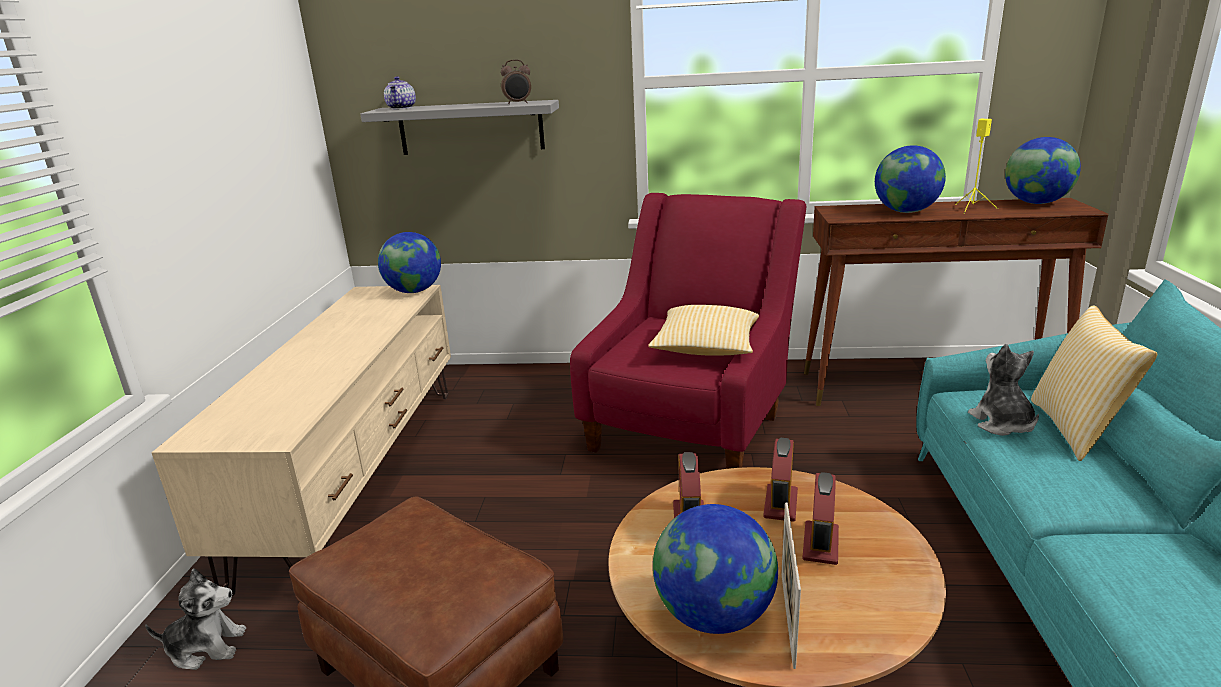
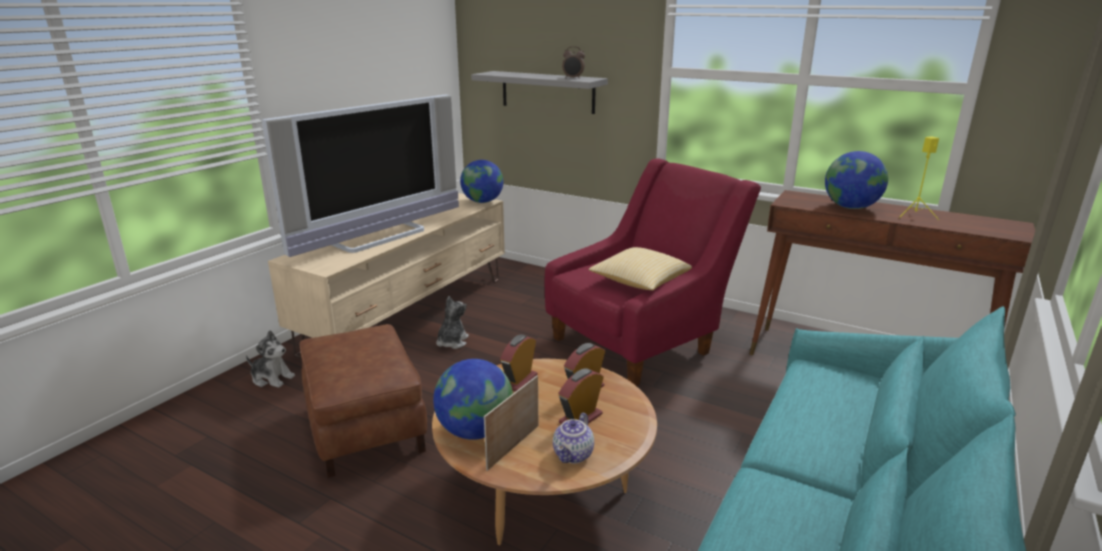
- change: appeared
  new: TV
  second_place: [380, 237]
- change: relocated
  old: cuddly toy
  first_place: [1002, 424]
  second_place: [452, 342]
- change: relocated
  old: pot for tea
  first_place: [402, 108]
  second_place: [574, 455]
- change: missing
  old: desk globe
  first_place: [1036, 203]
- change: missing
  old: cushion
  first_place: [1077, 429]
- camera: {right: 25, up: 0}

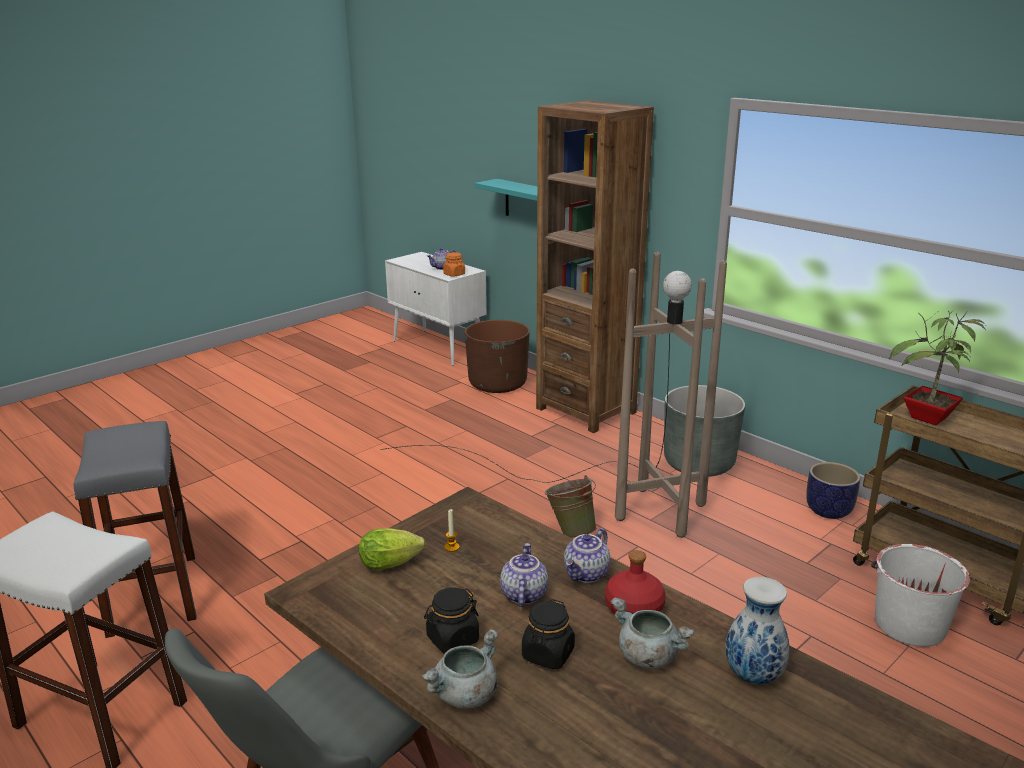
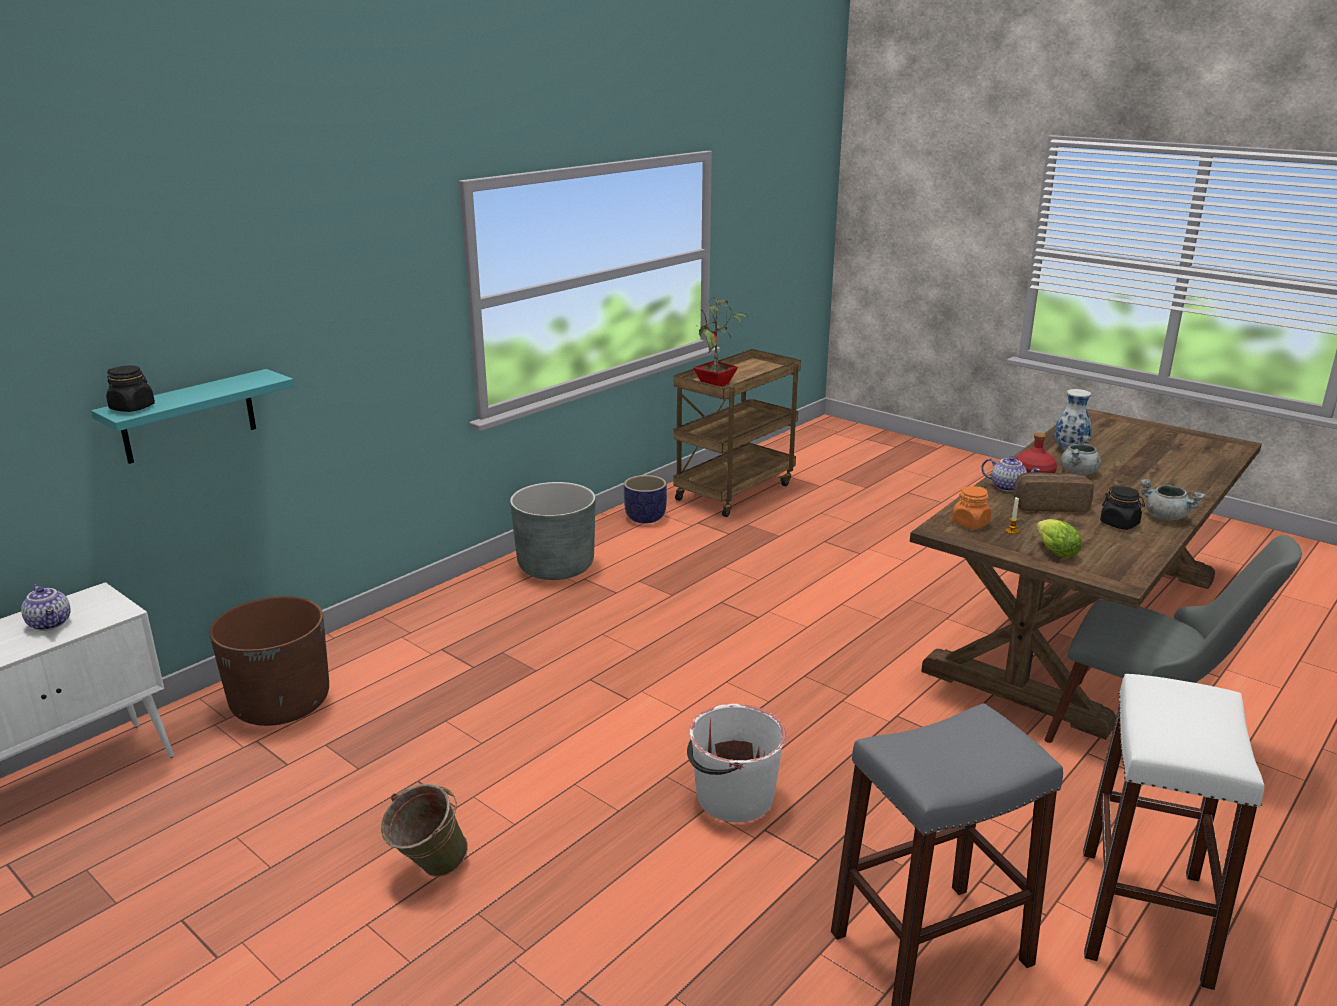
- change: relocated
  old: black jar
  first_place: [548, 654]
  second_place: [133, 408]
- change: relocated
  old: green water bucket
  first_place: [571, 532]
  second_place: [428, 870]
- change: relocated
  old: white water bucket
  first_place: [909, 624]
  second_place: [733, 797]
- change: relocated
  old: orangey jar
  first_place: [454, 274]
  second_place: [970, 524]
- change: exchanged
  old: pot for tea
  new: bakery bread
  first_place: [523, 594]
  second_place: [1049, 505]
- change: missing
  old: brown-coloured standing lamp
  first_place: [594, 489]
- change: missing
  old: brown-coloured bookcase
  first_place: [586, 410]
- camera: {right: -95, up: 0}

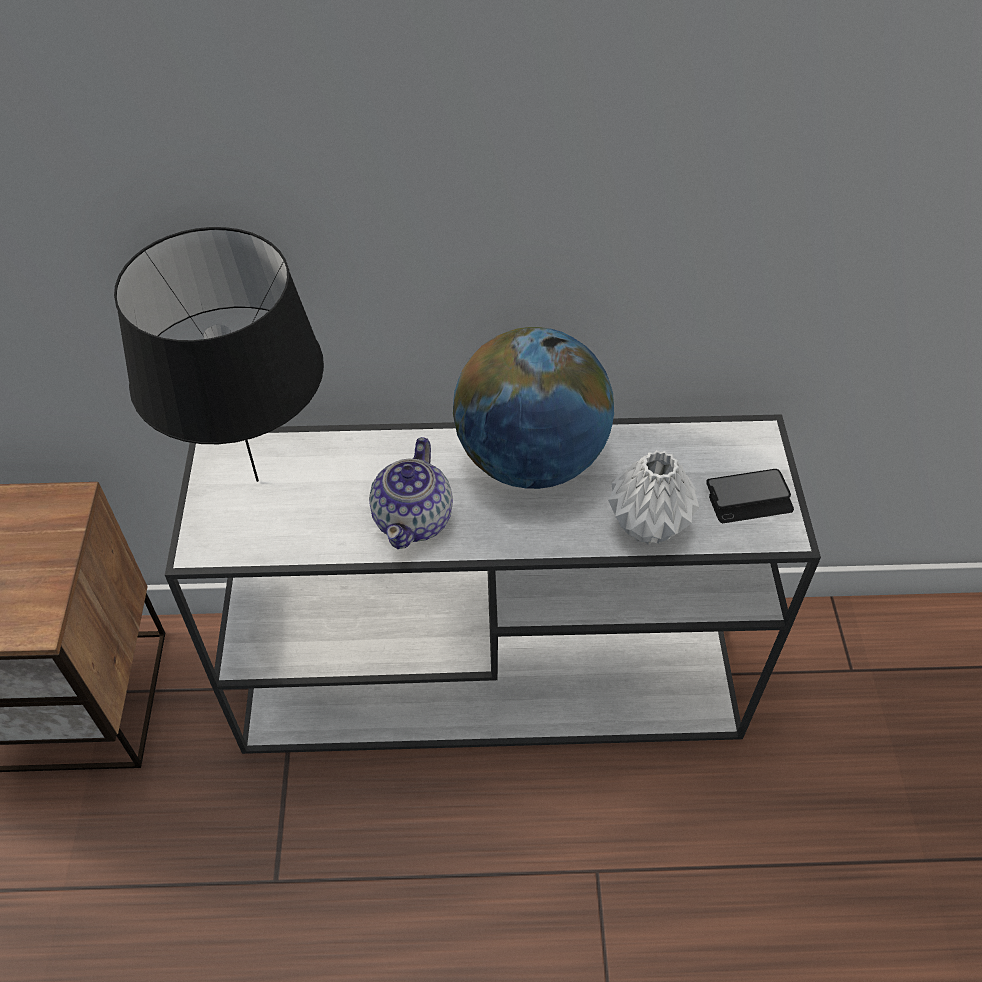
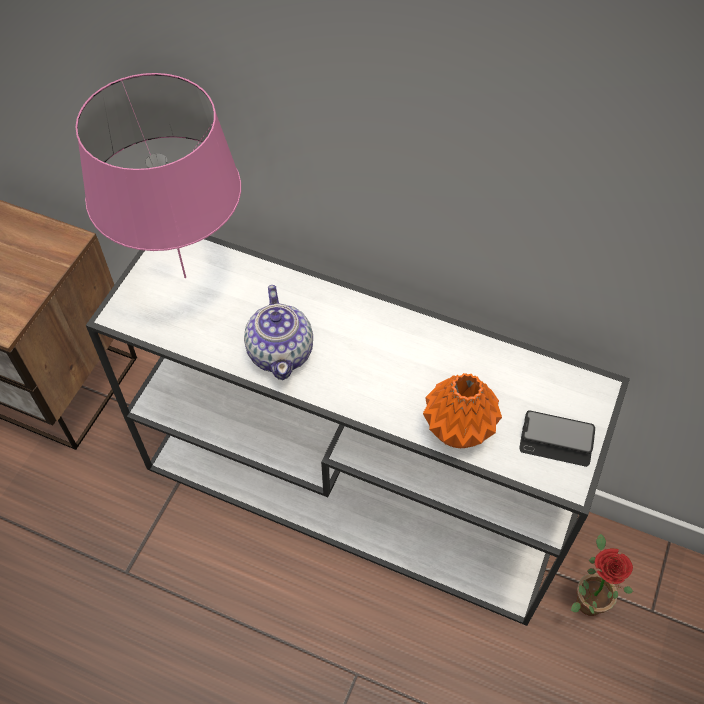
- change: colour
  old: black lamp for a table
  new: pinkish lamp for a table
  first_place: [258, 481]
  second_place: [185, 278]
- change: spun
  old: pot for tea
  first_place: [414, 519]
  second_place: [281, 352]
  degrees: -45
- change: colour
  old: white flower vase
  new: orangey flower vase
  first_place: [649, 526]
  second_place: [459, 430]
- change: appeared
  new: houseplant
  second_place: [586, 597]
- change: missing
  old: desk globe
  first_place: [531, 460]
- camera: {right: 25, up: 5}

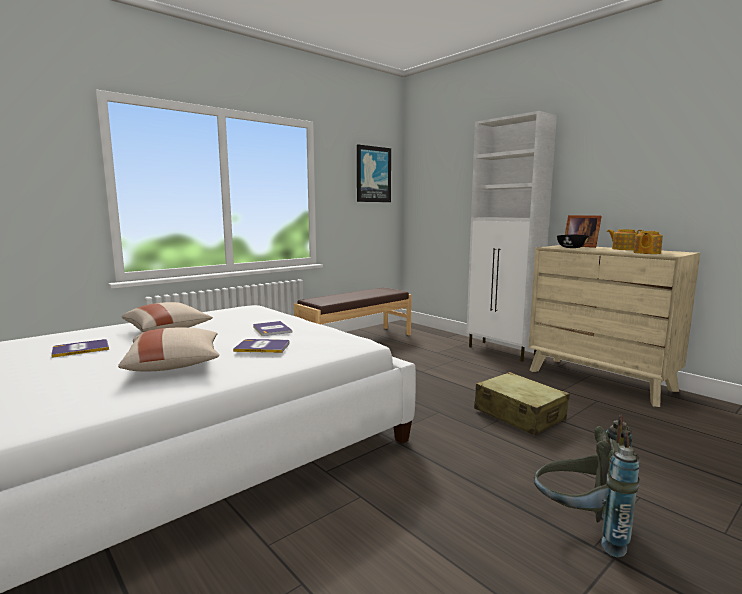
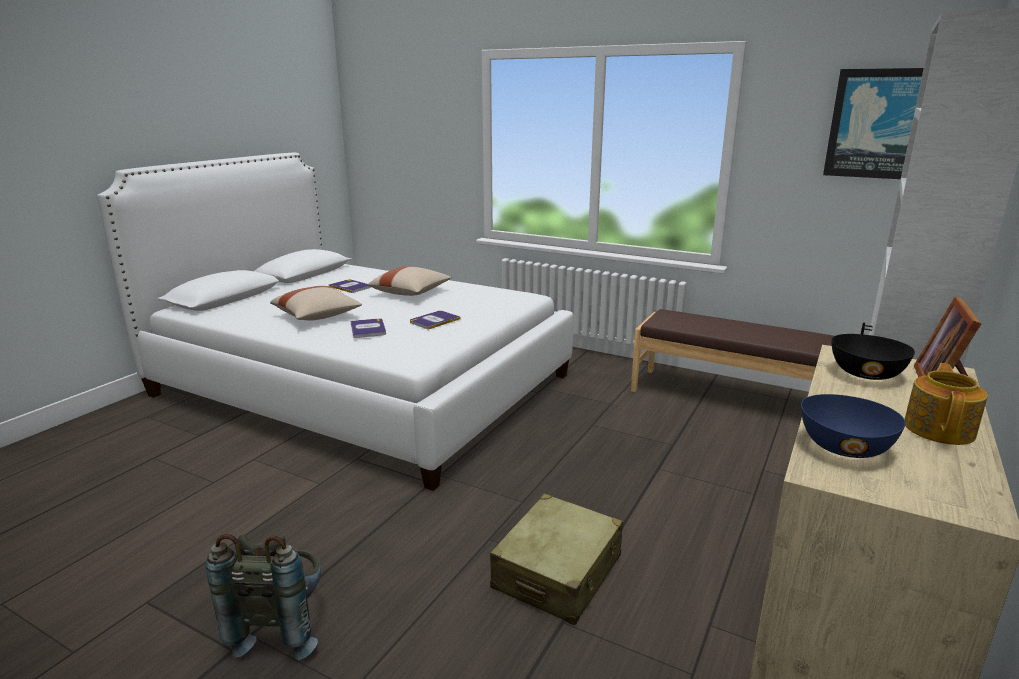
- change: exchanged
  old: pot for tea
  new: bluish bowl
  first_place: [646, 253]
  second_place: [845, 447]
- camera: {right: 70, up: 10}

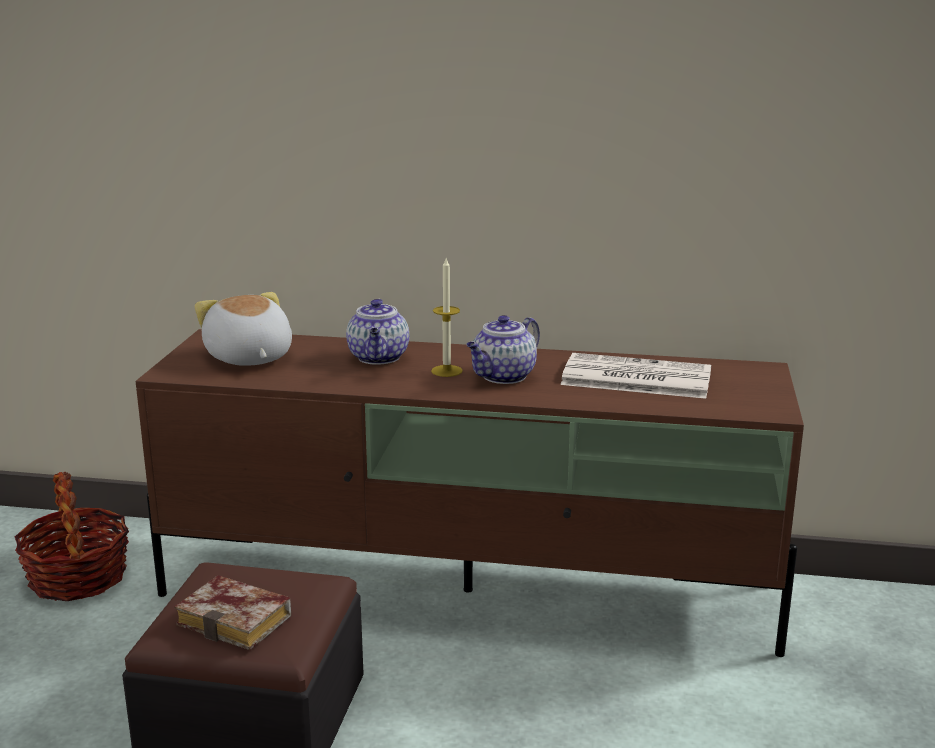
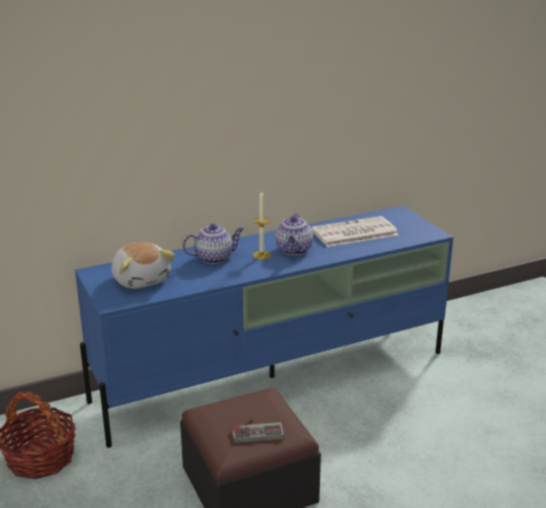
- change: colour
  old: brown-coloured media console
  new: bluish media console
  first_place: [471, 591]
  second_place: [274, 376]
- change: spun
  old: cuddly toy
  first_place: [248, 358]
  second_place: [141, 279]
  degrees: -150
- change: spun
  old: pot for tea
  first_place: [379, 358]
  second_place: [214, 258]
  degrees: -75
- change: exchanged
  old: bound book
  new: gamepad
  first_place: [239, 621]
  second_place: [257, 430]
- camera: {right: -35, up: 5}

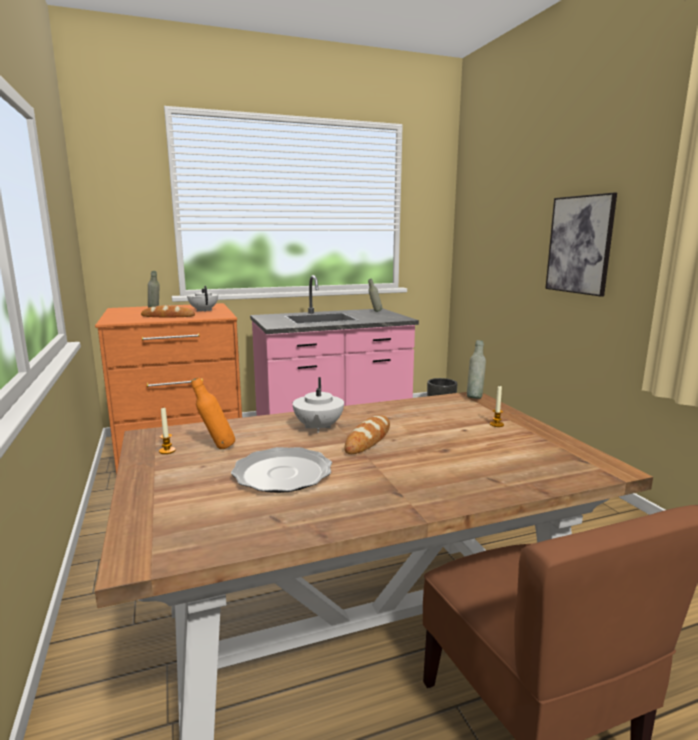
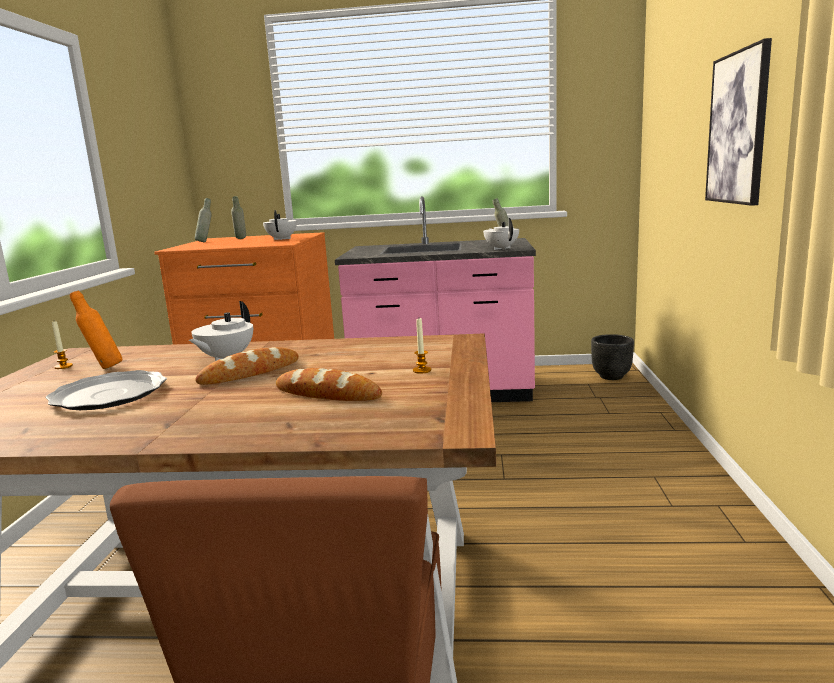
- change: relocated
  old: greyish bottle
  first_place: [474, 397]
  second_place: [206, 242]
- change: relocated
  old: bakery bread
  first_place: [168, 316]
  second_place: [327, 393]
- change: appeared
  new: white pot for tea
  second_place: [501, 248]
- camera: {right: 25, up: 0}

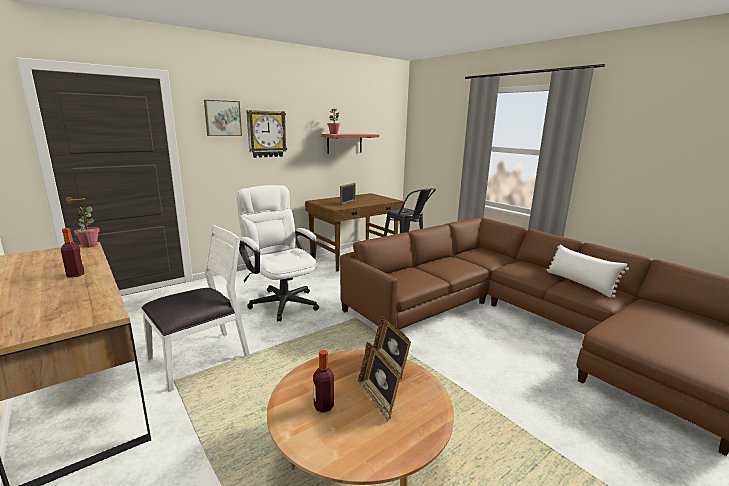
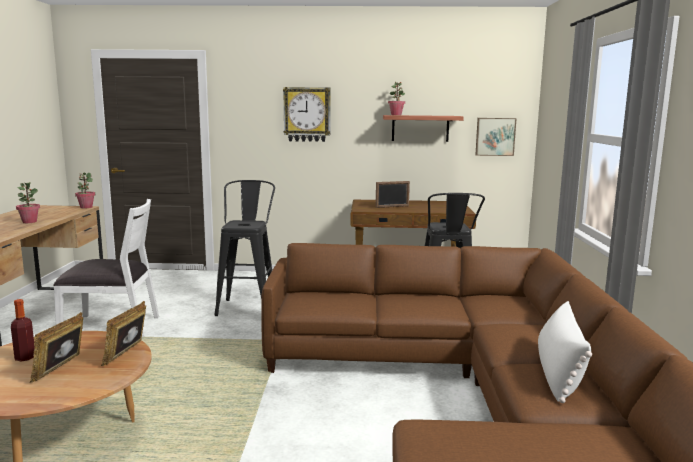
- change: exchanged
  old: bottle
  new: houseplant
  first_place: [75, 275]
  second_place: [29, 222]
- change: exchanged
  old: white desk chair
  new: black stool seat
  first_place: [281, 301]
  second_place: [248, 306]
- change: relocated
  old: wall picture
  first_place: [222, 118]
  second_place: [495, 136]
- camera: {right: 40, up: -5}

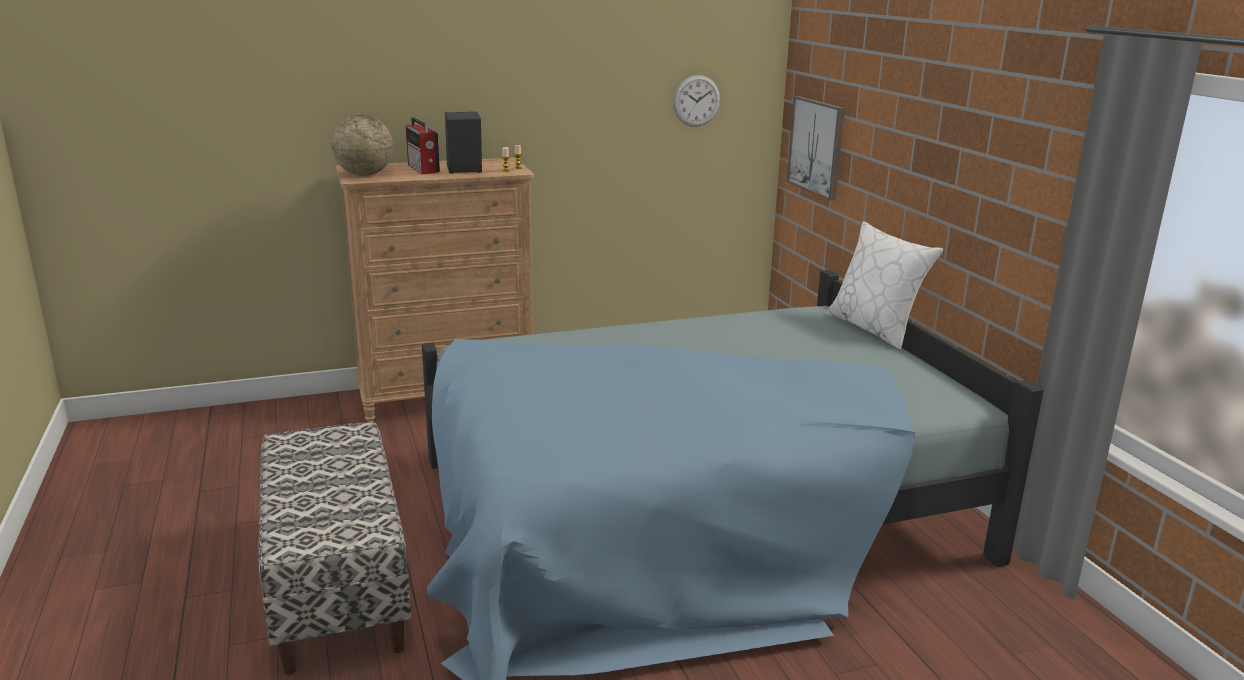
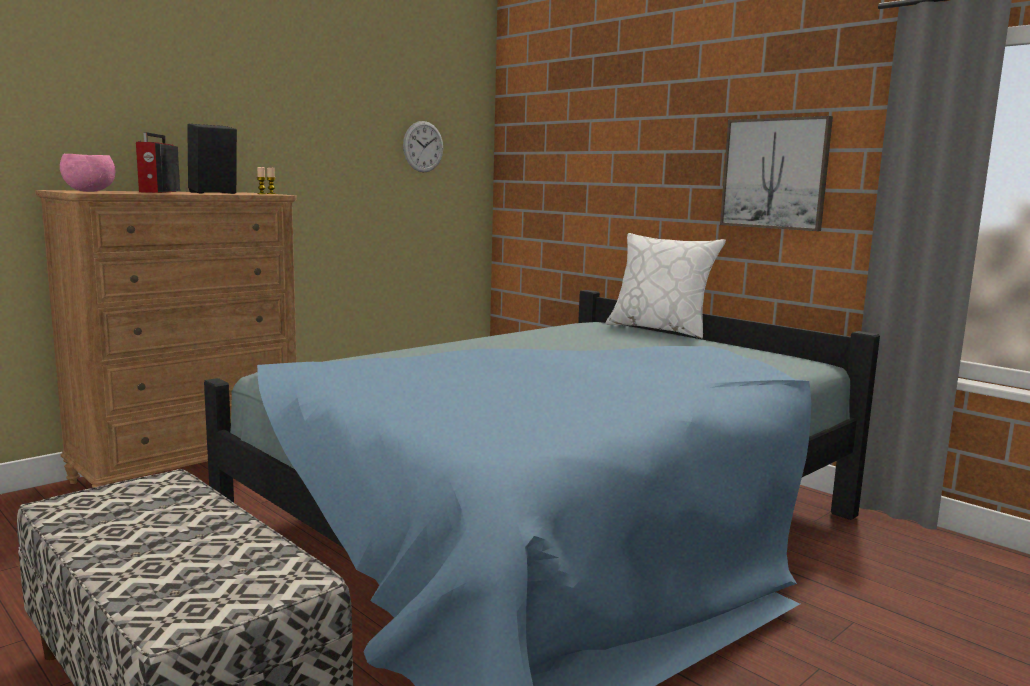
- change: exchanged
  old: desk globe
  new: pinkish bowl
  first_place: [364, 174]
  second_place: [89, 191]
- change: spun
  old: radio
  first_place: [423, 169]
  second_place: [159, 192]
  degrees: 45
- change: relocated
  old: wall picture
  first_place: [817, 146]
  second_place: [775, 173]
- camera: {right: -25, up: -10}

